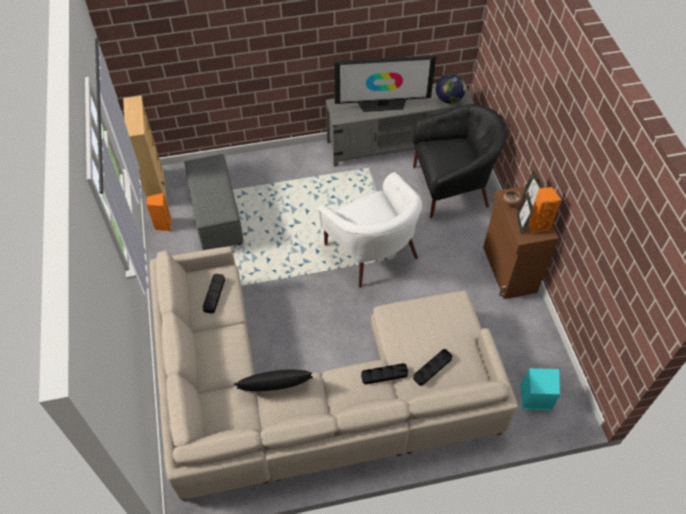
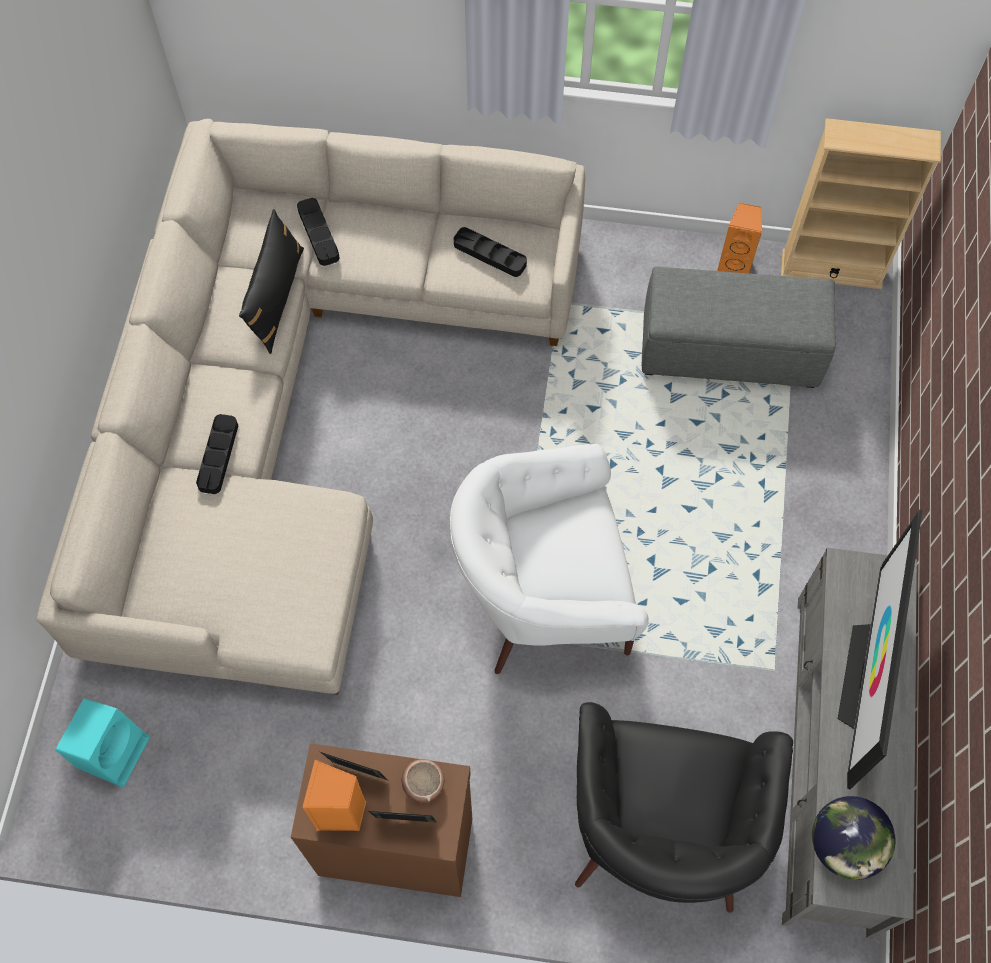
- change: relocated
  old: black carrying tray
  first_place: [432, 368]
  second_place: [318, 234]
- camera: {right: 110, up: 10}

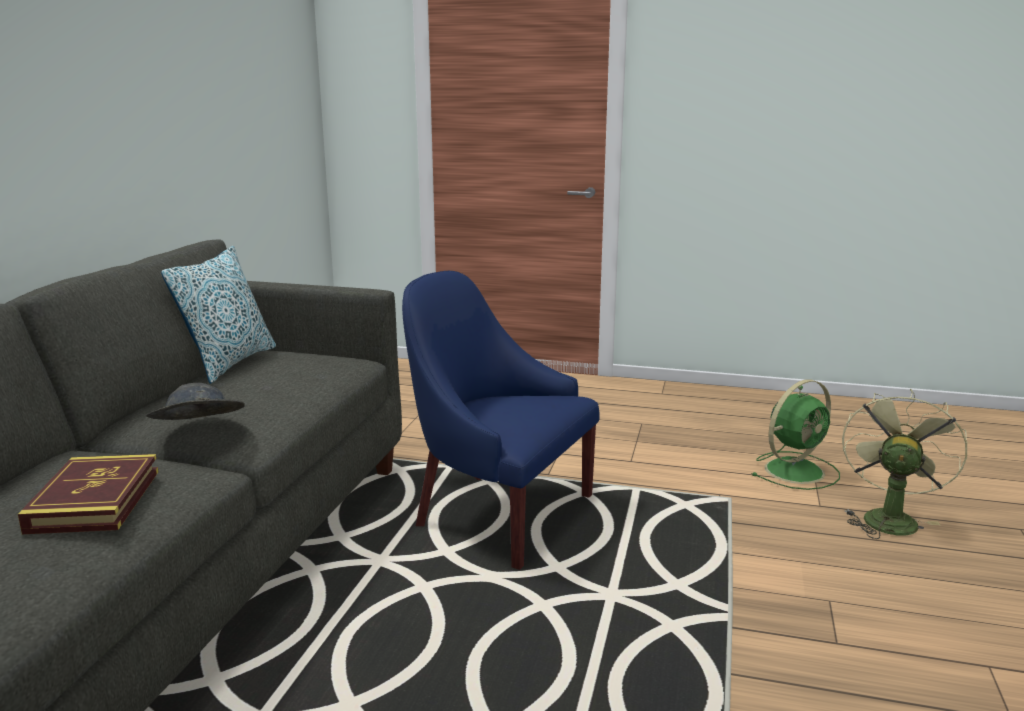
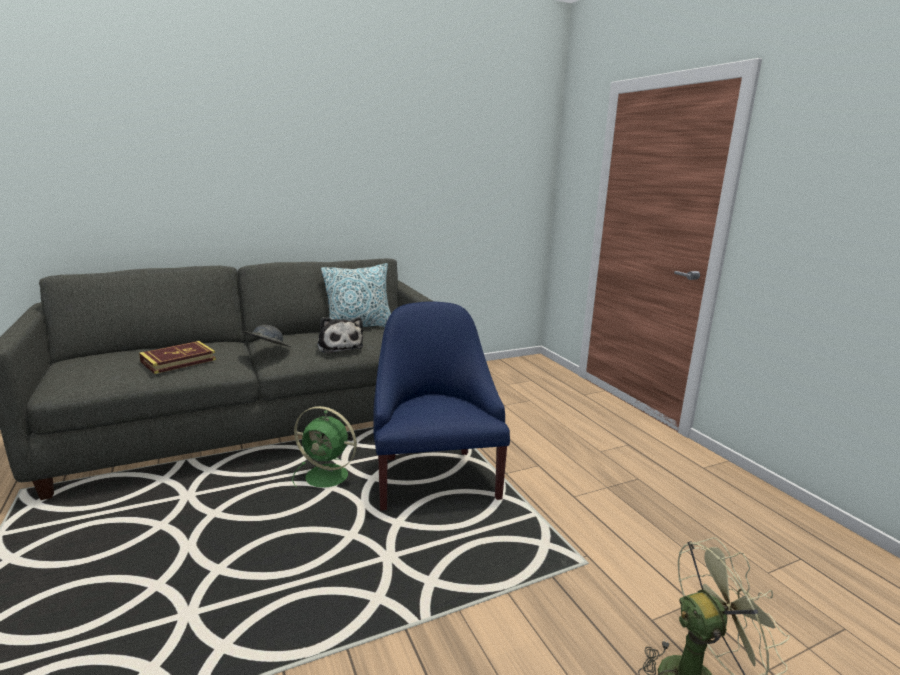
- change: relocated
  old: green cooling fan
  first_place: [796, 470]
  second_place: [329, 477]
- change: appeared
  new: cuddly toy
  second_place: [339, 346]
- camera: {right: 50, up: 0}

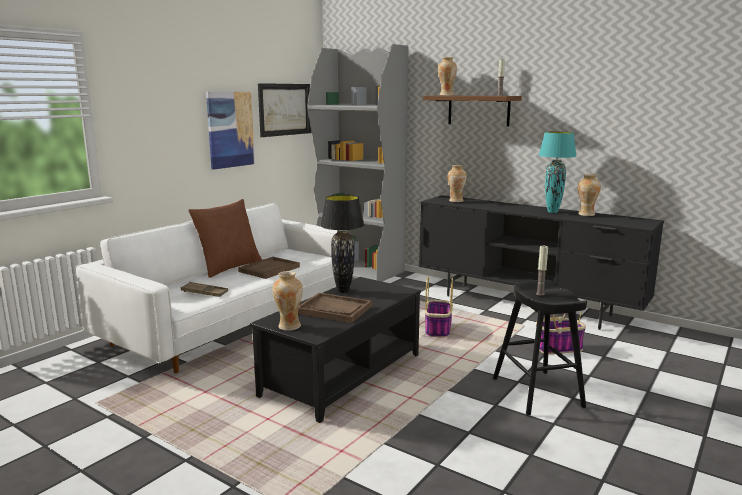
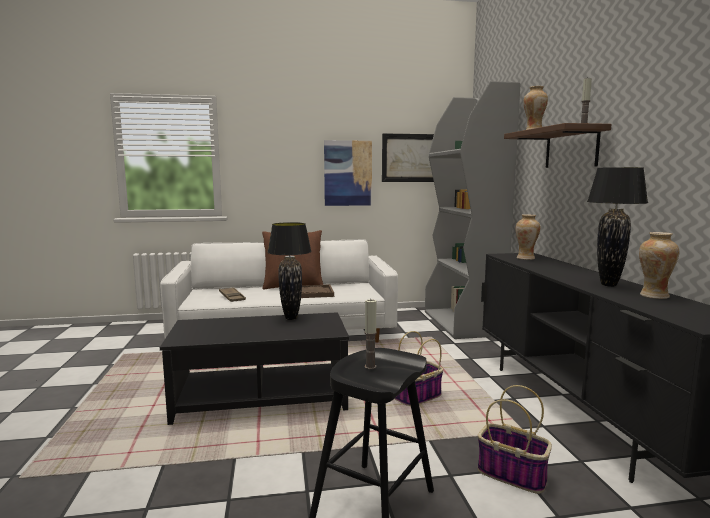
- change: colour
  old: turquoise-coloured lamp for a table
  new: black lamp for a table
  first_place: [553, 212]
  second_place: [609, 285]
- change: missing
  old: flower vase
  first_place: [289, 326]
- change: missing
  old: brown-coloured carrying tray
  first_place: [334, 309]
- camera: {right: 45, up: -5}

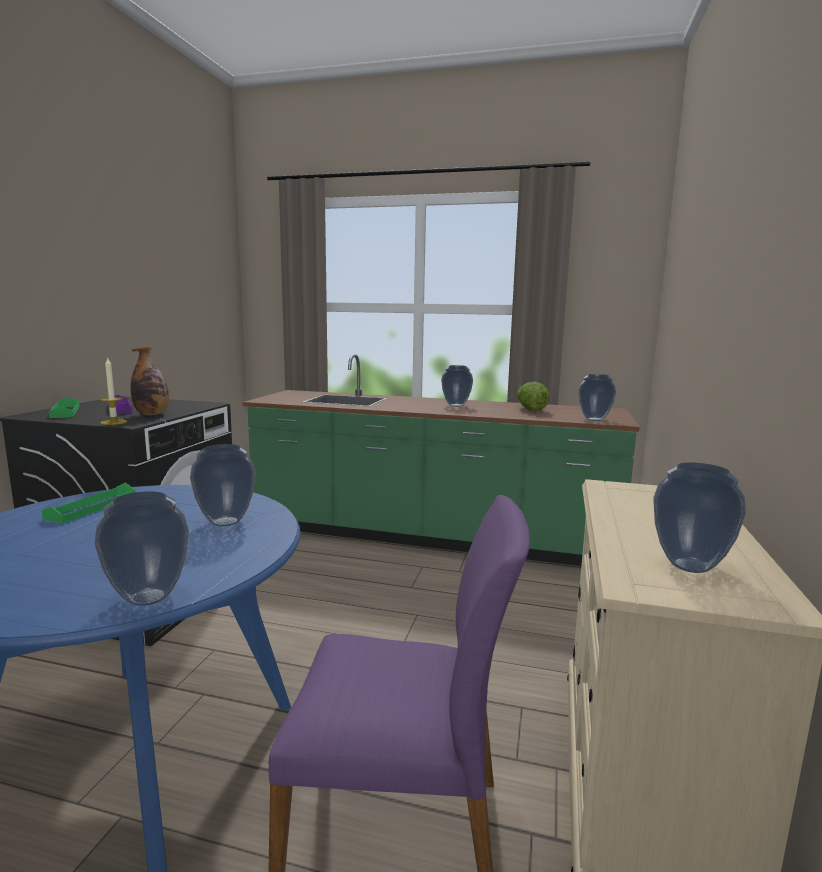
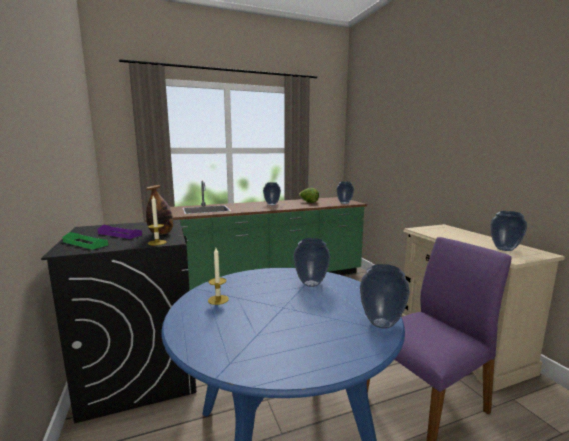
- change: exchanged
  old: green carrying tray
  new: candle
  first_place: [92, 507]
  second_place: [218, 300]
- camera: {right: -35, up: 0}

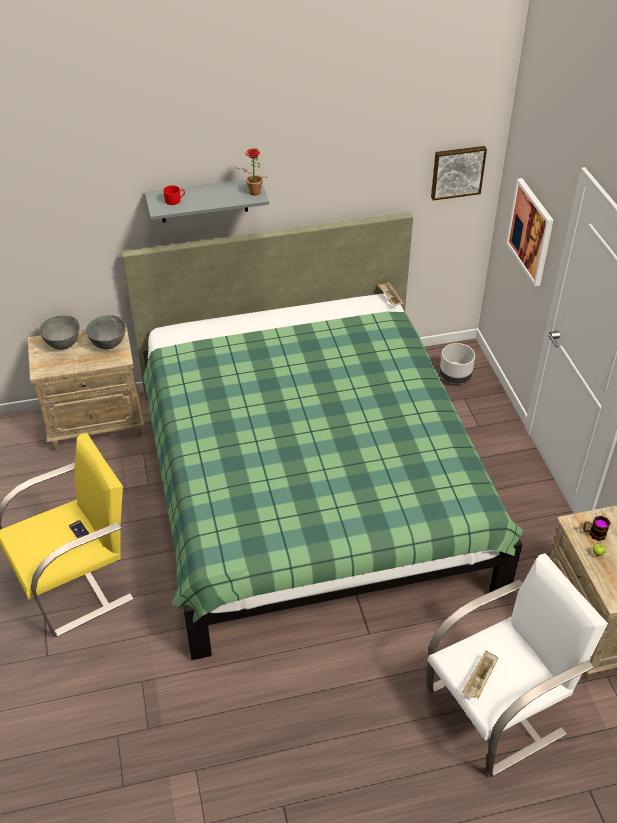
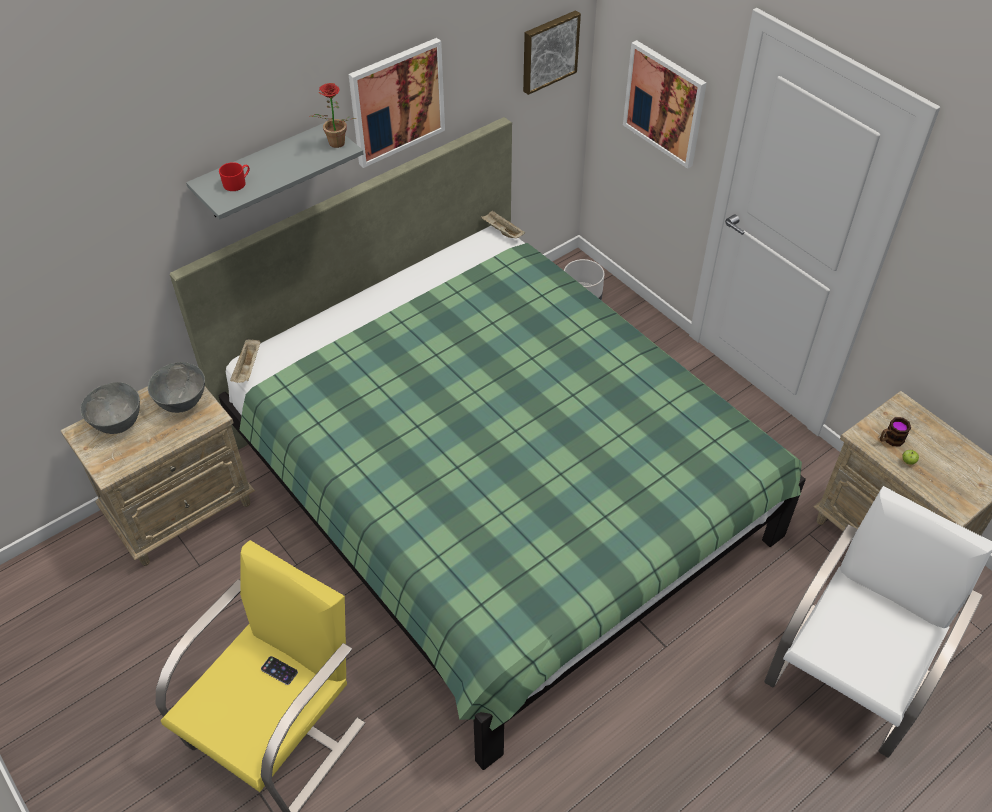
- change: relocated
  old: beige-coloured carrying tray
  first_place: [479, 680]
  second_place: [248, 368]
- change: appeared
  new: wall picture
  second_place: [397, 102]
- camera: {right: -25, up: 5}

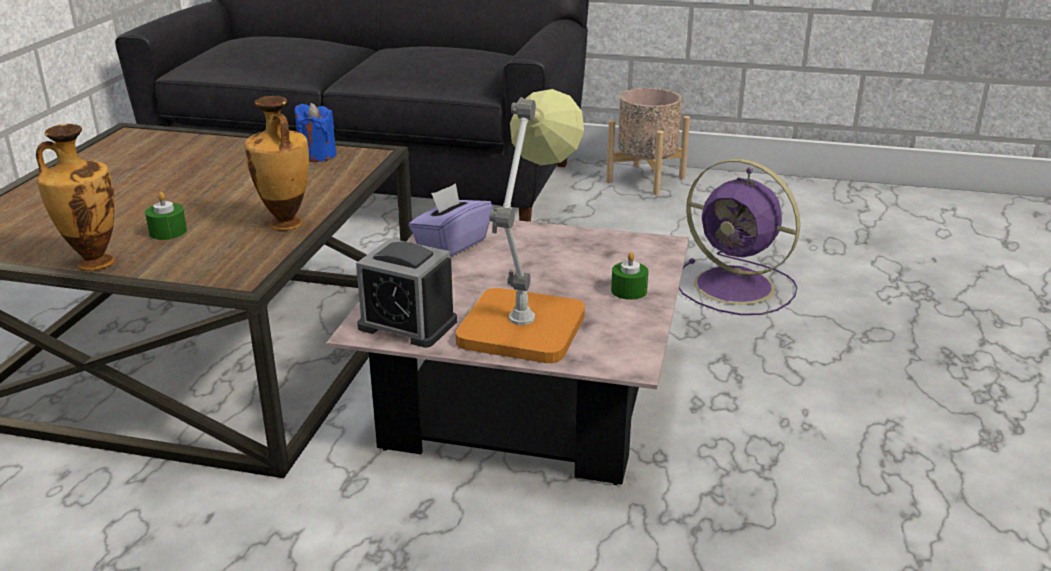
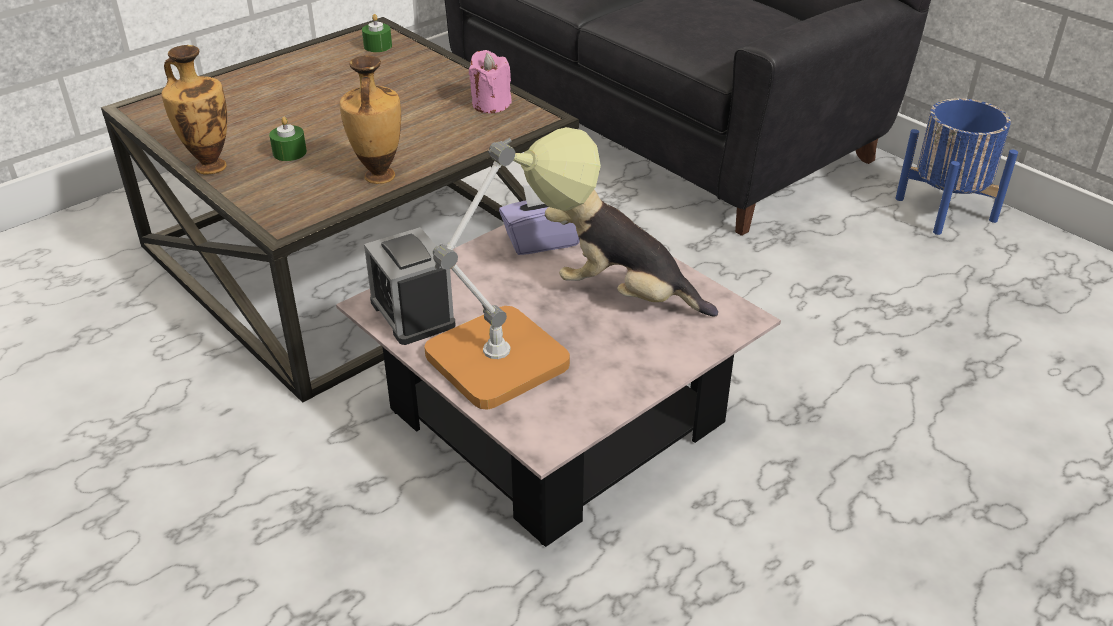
- change: relocated
  old: green candle
  first_place: [629, 290]
  second_place: [378, 46]
- change: colour
  old: bluish candle
  new: pinkish candle
  first_place: [317, 155]
  second_place: [490, 104]
- change: appeared
  new: cuddly toy
  second_place: [626, 296]
- change: colour
  old: beige-coloured flower pot
  new: bluish flower pot
  first_place: [645, 179]
  second_place: [945, 209]
- change: missing
  old: purplish cooling fan
  first_place: [737, 287]
- camera: {right: 35, up: 10}

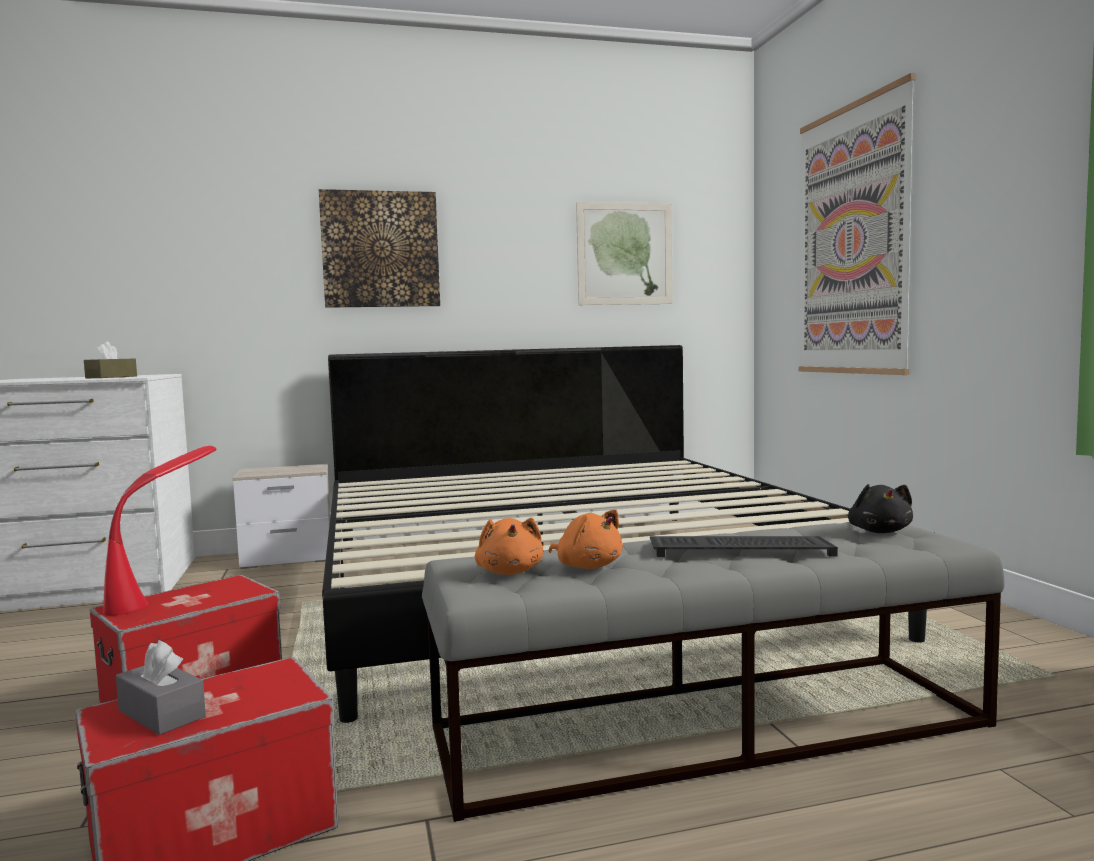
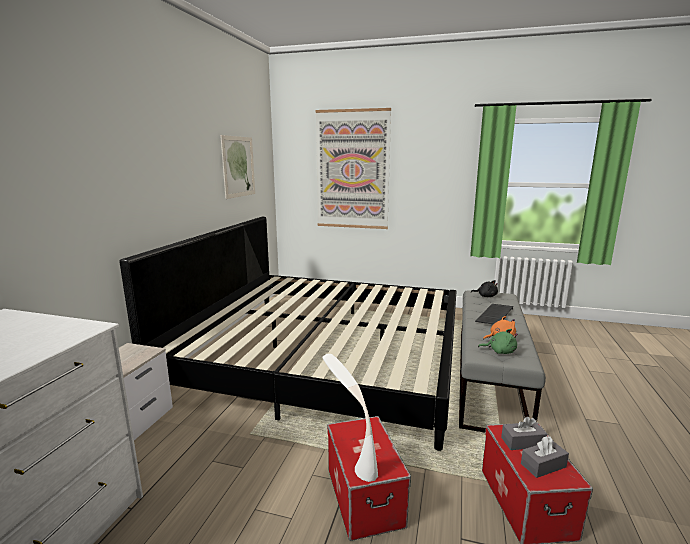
- change: colour
  old: red lamp for a table
  new: white lamp for a table
  first_place: [168, 594]
  second_place: [348, 453]
- change: colour
  old: orangey cuddly toy
  new: green cuddly toy
  first_place: [510, 572]
  second_place: [500, 351]
- change: appeared
  new: greyish box of tissues
  second_place: [522, 442]
- change: missing
  old: brown-coloured box of tissues
  first_place: [111, 377]
- change: missing
  old: wall picture
  first_place: [380, 249]
- camera: {right: -60, up: 10}

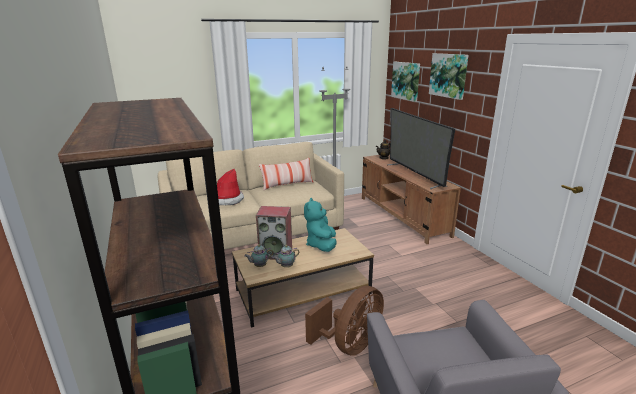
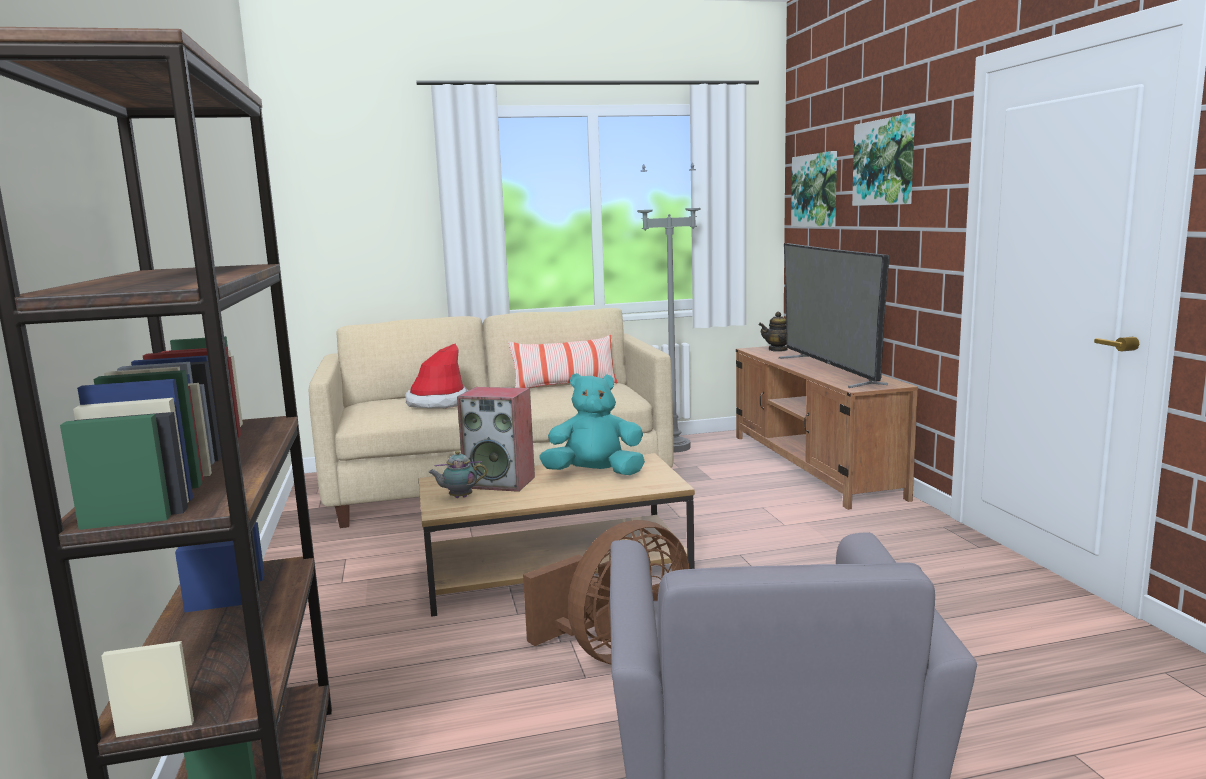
- change: spun
  old: turquoise-coloured cuddly toy
  first_place: [321, 245]
  second_place: [595, 474]
  degrees: 75
- change: missing
  old: pot for tea
  first_place: [286, 267]
- camera: {right: 10, up: -10}

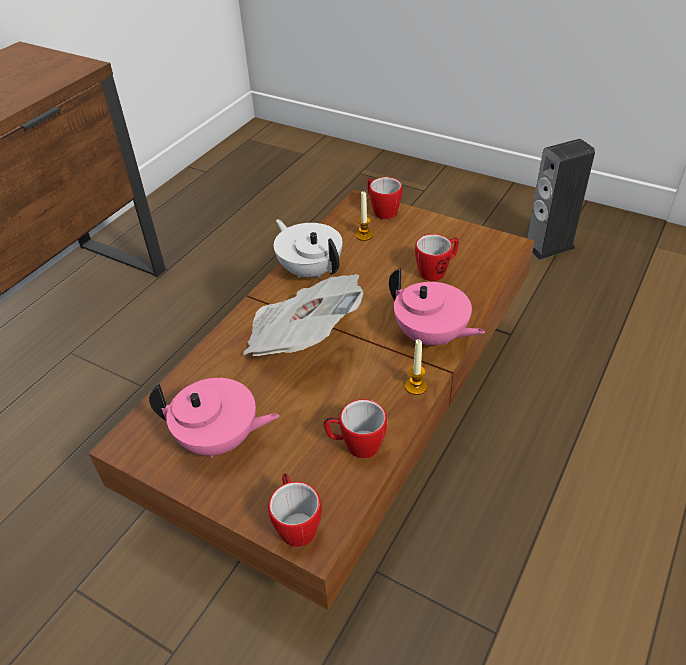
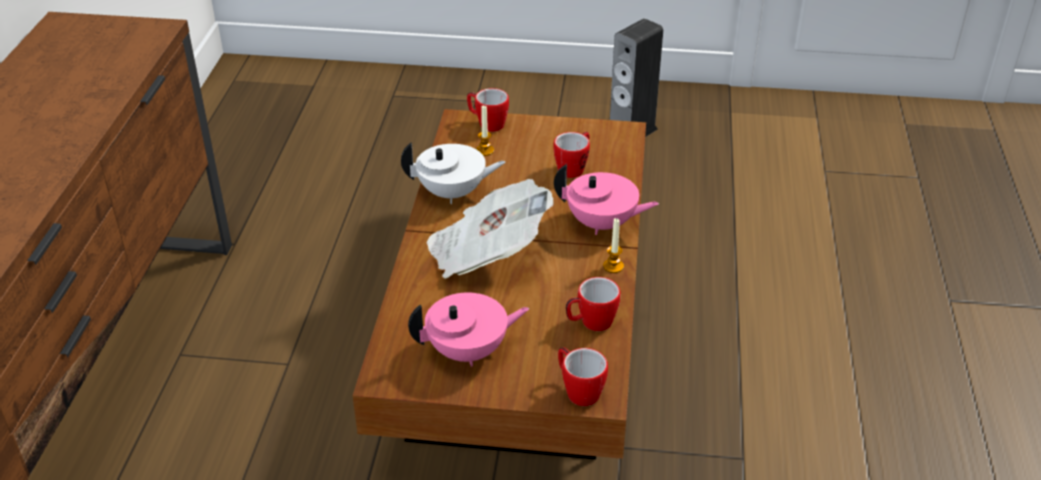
- change: spun
  old: white pot for tea
  first_place: [310, 270]
  second_place: [453, 193]
  degrees: 150
- camera: {right: -25, up: -5}

